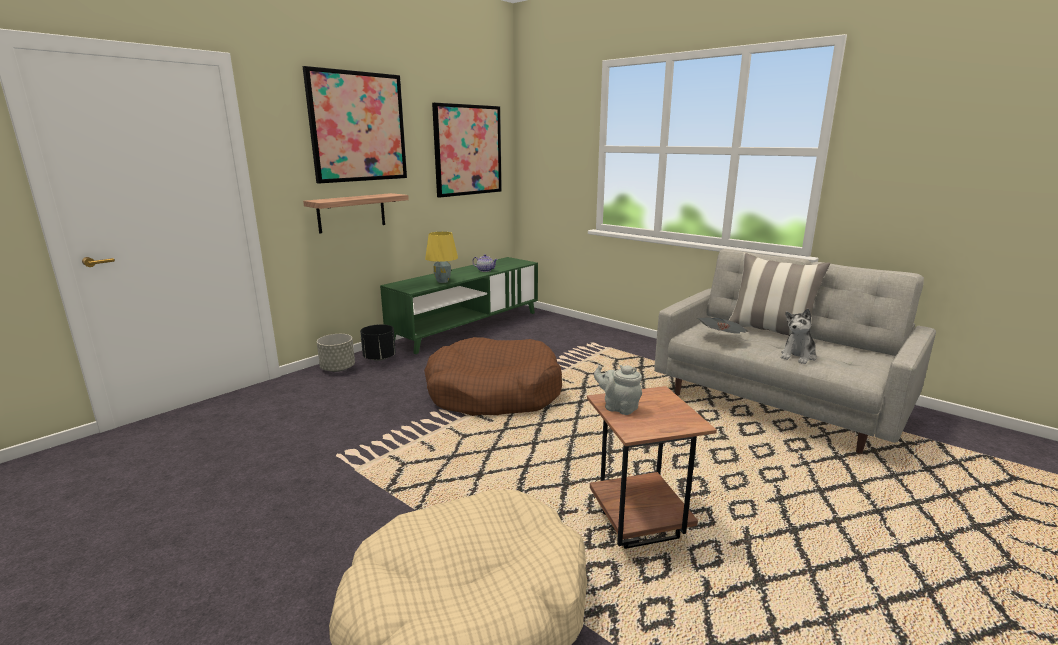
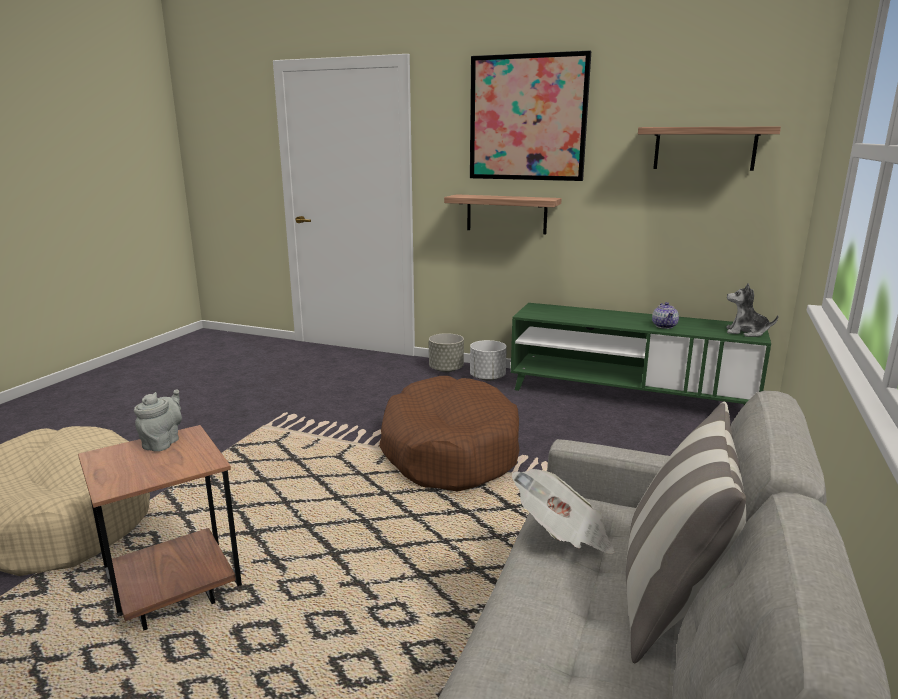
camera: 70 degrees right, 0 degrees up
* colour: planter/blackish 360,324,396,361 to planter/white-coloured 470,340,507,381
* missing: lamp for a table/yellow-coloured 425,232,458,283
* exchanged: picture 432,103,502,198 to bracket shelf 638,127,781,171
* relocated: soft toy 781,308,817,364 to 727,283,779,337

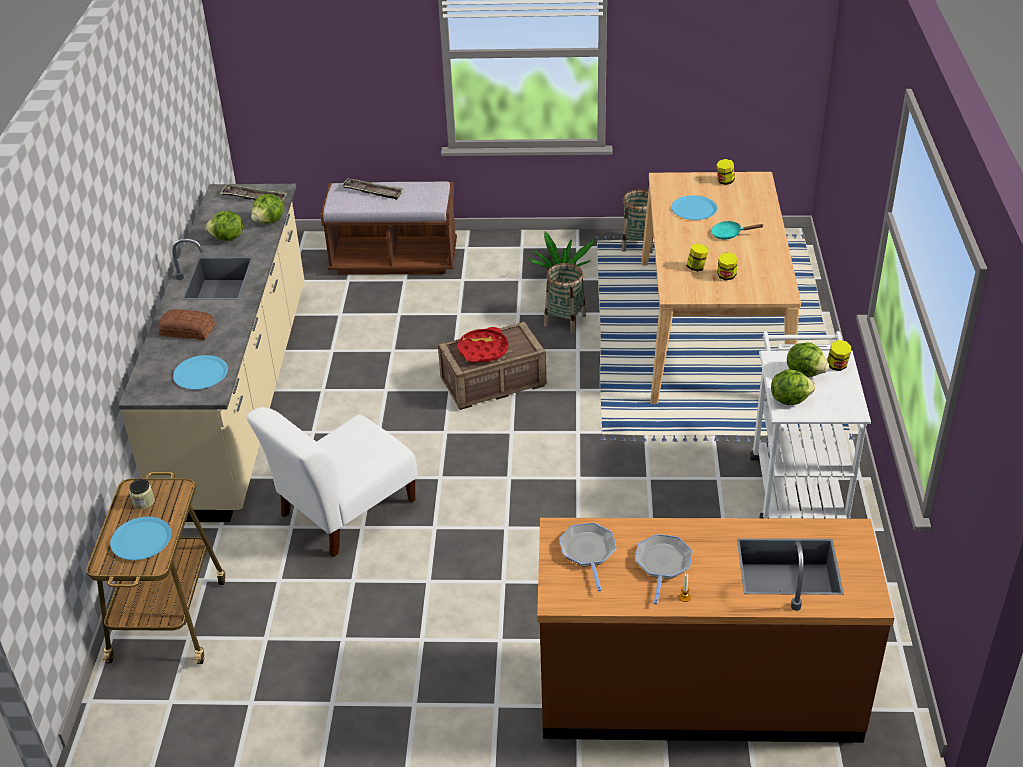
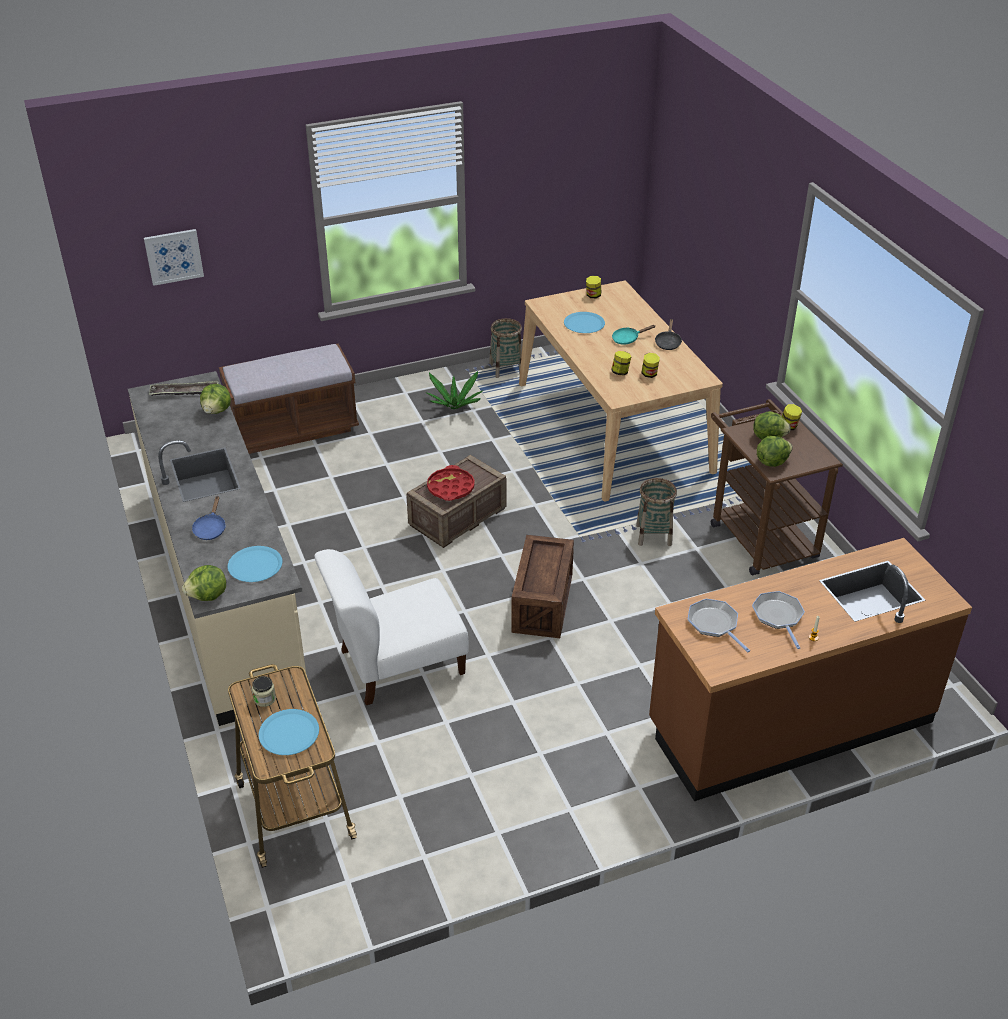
camera: 25 degrees left, 0 degrees up
* exchanged: baked bread 158,309,215,340 to pan/blue-coloured 192,496,226,540
* relocated: lettuce 206,211,243,241 to 182,565,226,601
* spun: plain chair/white-coloured 246,407,417,557 = 314,549,469,705 45 degrees clockwise
* missing: tray 341,178,403,200
* relocated: basket 544,263,586,333 to 636,478,677,546
* colour: cart/white-coloured 750,331,871,519 to cart/brown 711,399,843,575
* appeared: picture 144,229,204,286
* appeared: packing crate 511,535,574,638
* appeared: pan/blackish 655,319,682,350

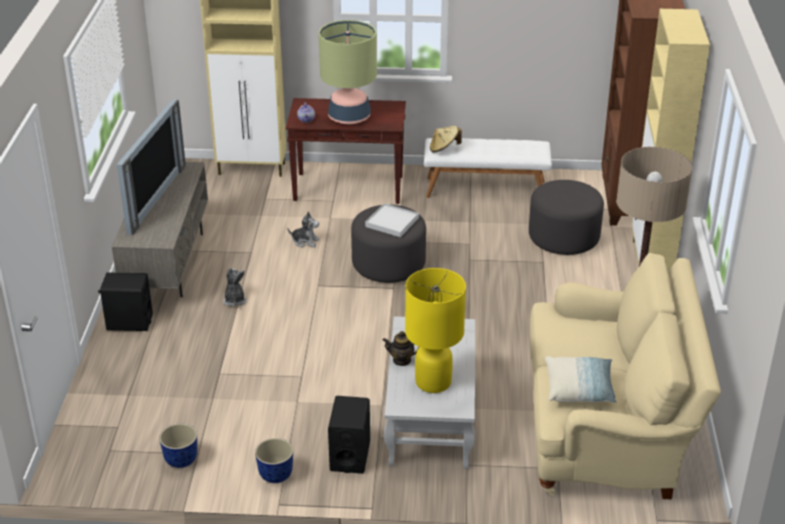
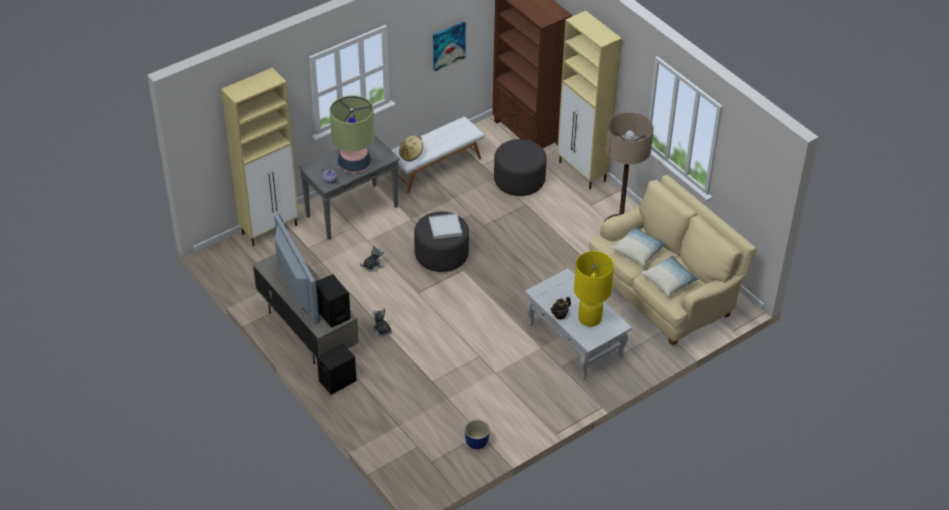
camera: 40 degrees left, 10 degrees up
* missing: planter 255,438,293,483
* colour: narrow table/brown 286,98,406,204 to narrow table/grey 298,135,400,240
* relocated: audio speaker/blackish 328,396,370,474 to 316,274,351,328
* appeared: picture 433,22,466,71
* appeared: cushion 610,226,666,266

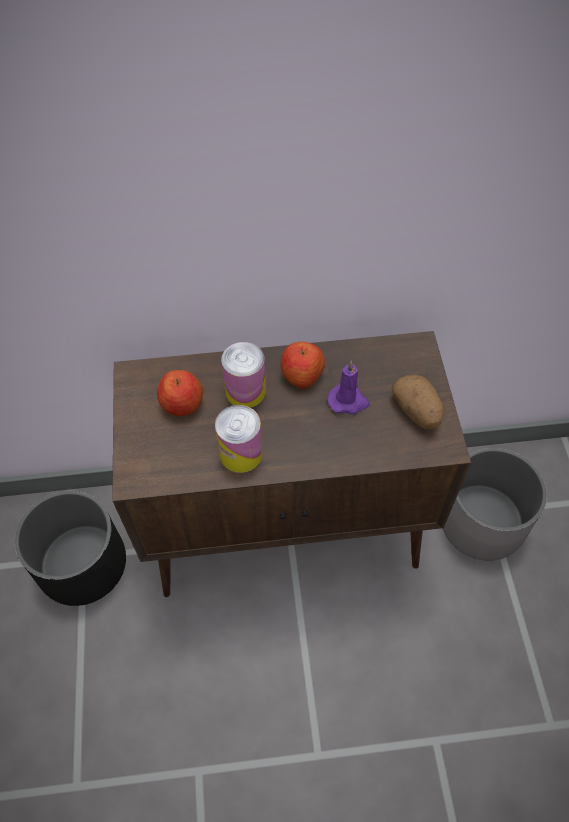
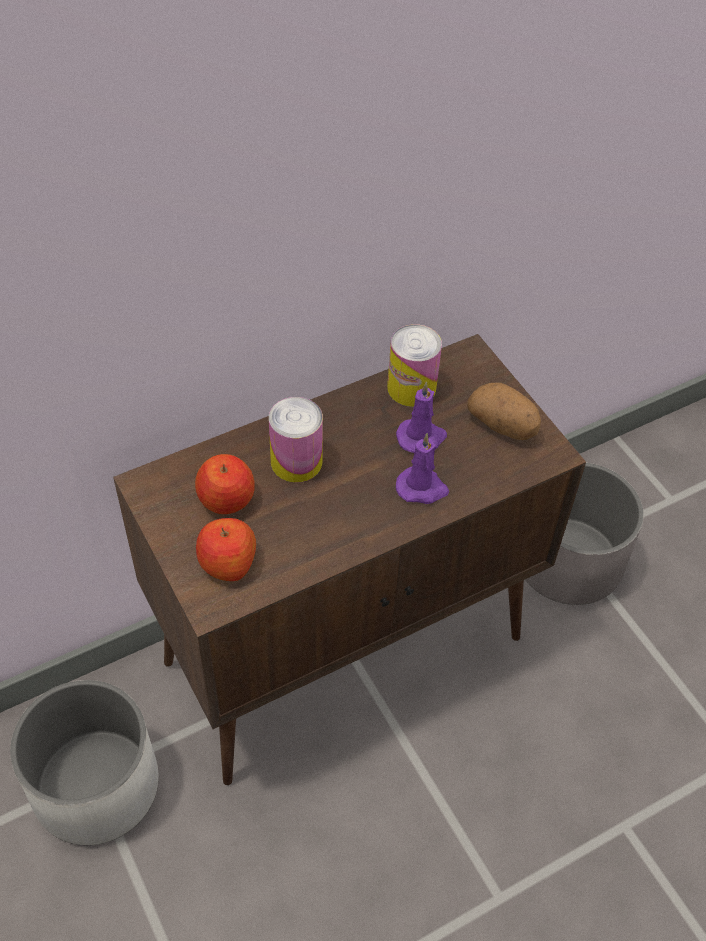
camera: 25 degrees left, 5 degrees down
* colour: planter/blackish 15,491,126,606 to planter/white-coloured 10,680,158,845
* relocated: can 215,405,263,473 to 387,324,442,407
* relocated: whole apple 280,342,325,388 to 196,518,256,581
* appeared: candle/purplish 396,433,449,504

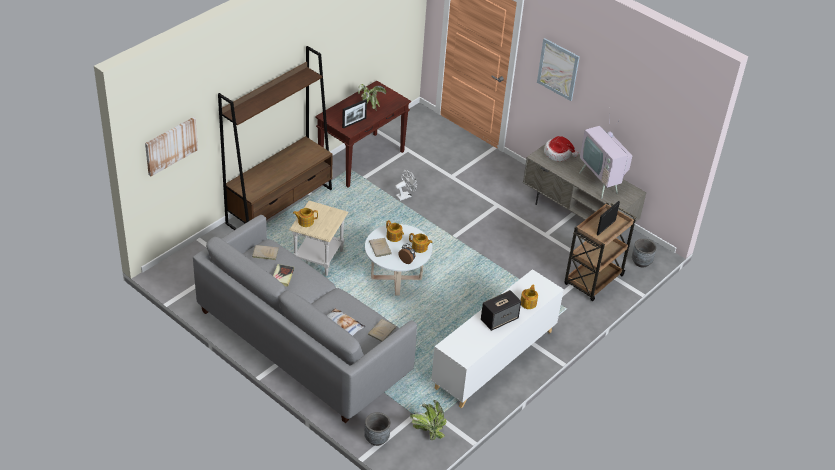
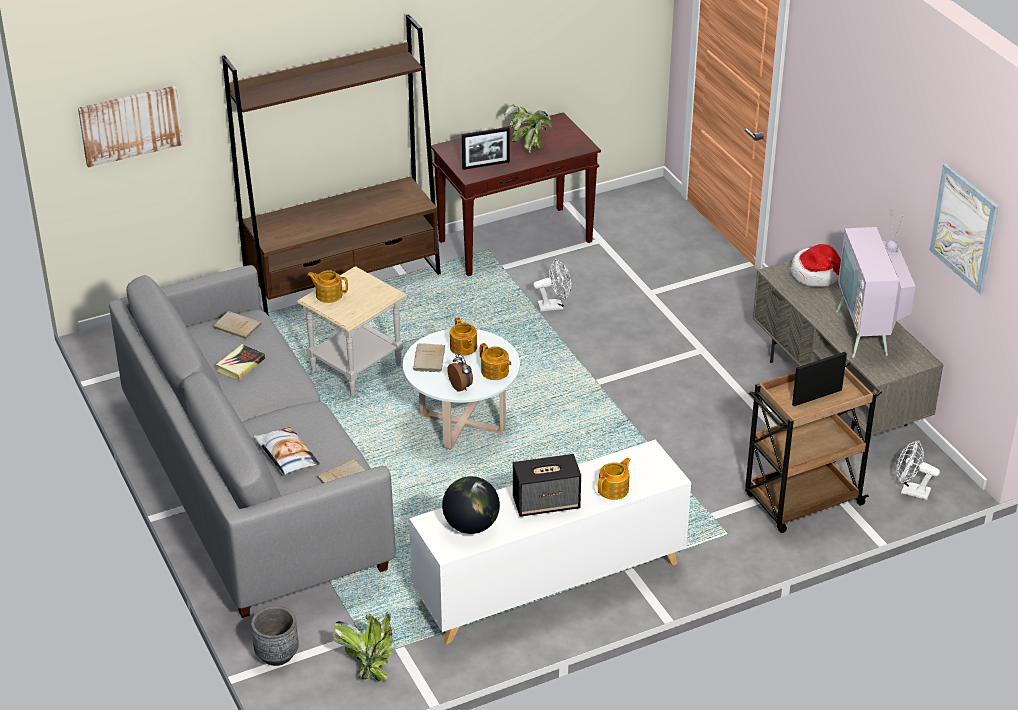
camera: 25 degrees right, 5 degrees down
* relocated: picture 537,38,580,101 to 929,164,999,294
* exchanged: planter/grey 632,239,656,268 to electric fan/white-coloured 896,440,940,500
* appeared: desk globe 442,476,500,534

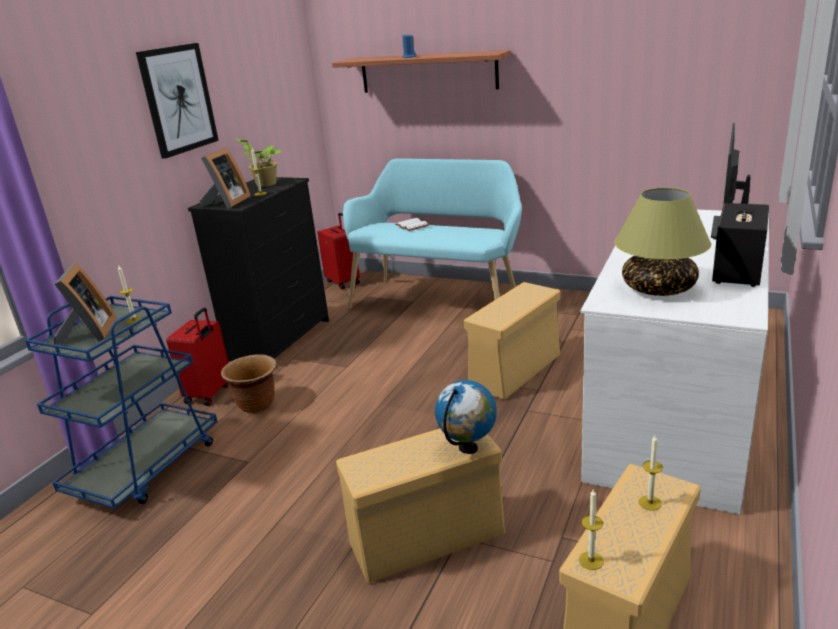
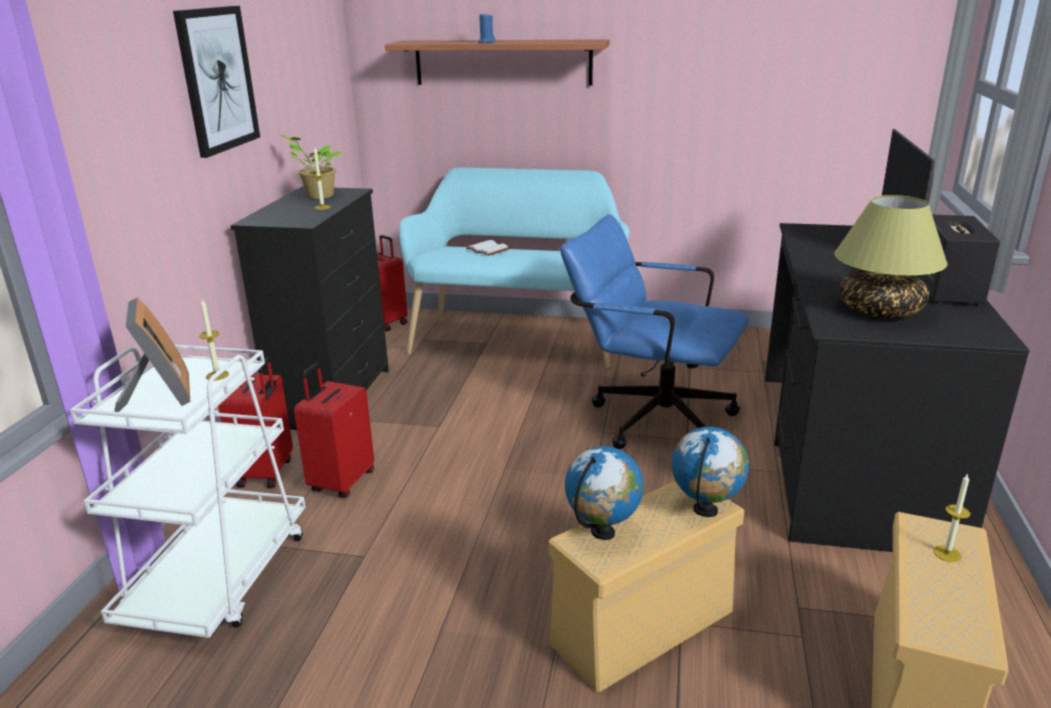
camera: 15 degrees left, 0 degrees up
* colour: cart/blue-coloured 25,296,218,509 to cart/white-coloured 70,344,306,638
* missing: photo frame 200,148,251,209
* exchanged: planter/brown 221,354,276,413 to travel case/red 294,363,374,498
* exchanged: storage container/beige-coloured 464,282,561,400 to desk chair/blue-coloured 560,214,749,450
* missing: candle 579,488,604,570
* colour: desk unit/white-coloured 580,210,769,515 to desk unit/blackish 765,223,1030,552
* appeared: desk globe 565,446,644,540

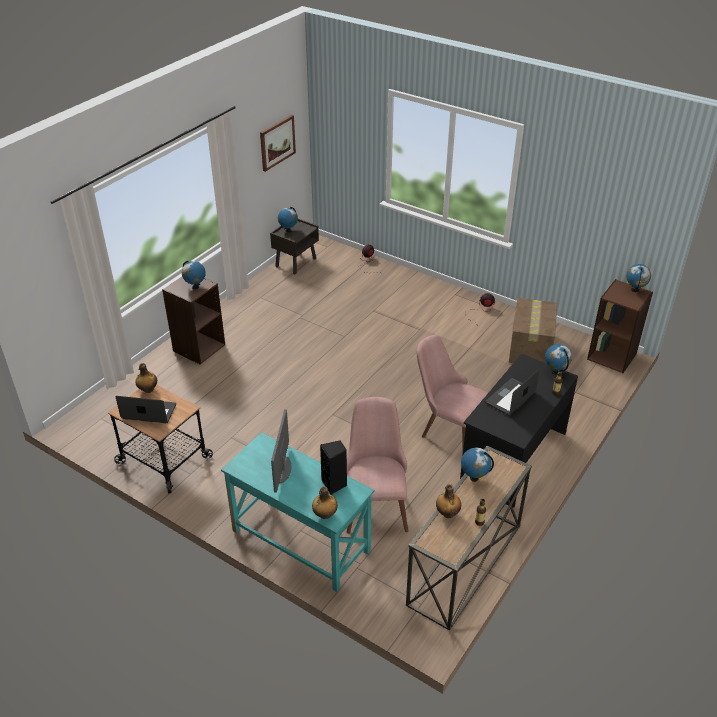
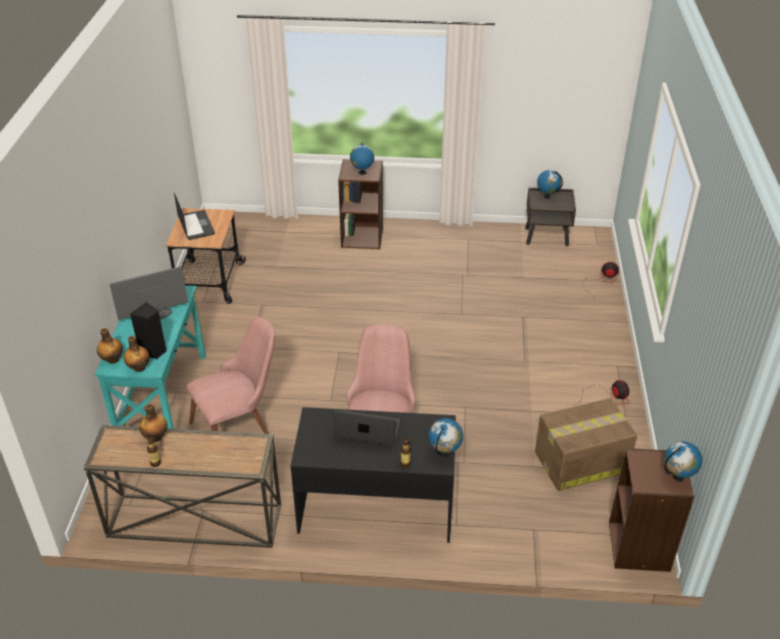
camera: 60 degrees right, 0 degrees up
* relocated: beverage bottle 135,363,157,393 to 124,336,150,372
* missing: picture 260,115,296,172
* missing: desk globe 461,448,494,482

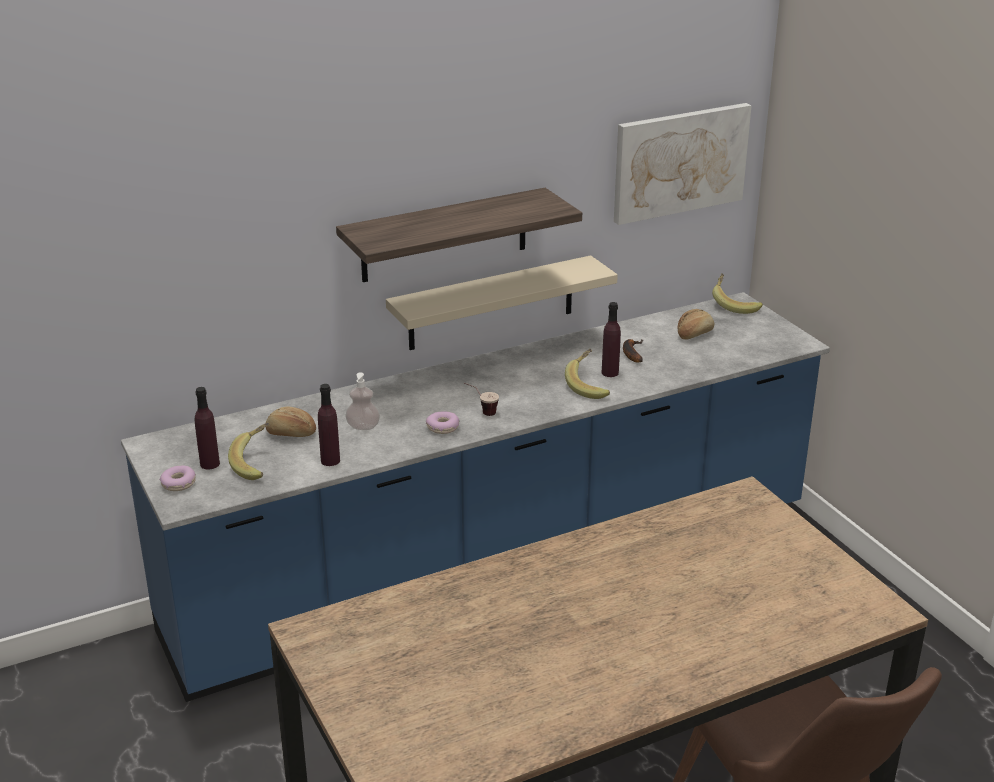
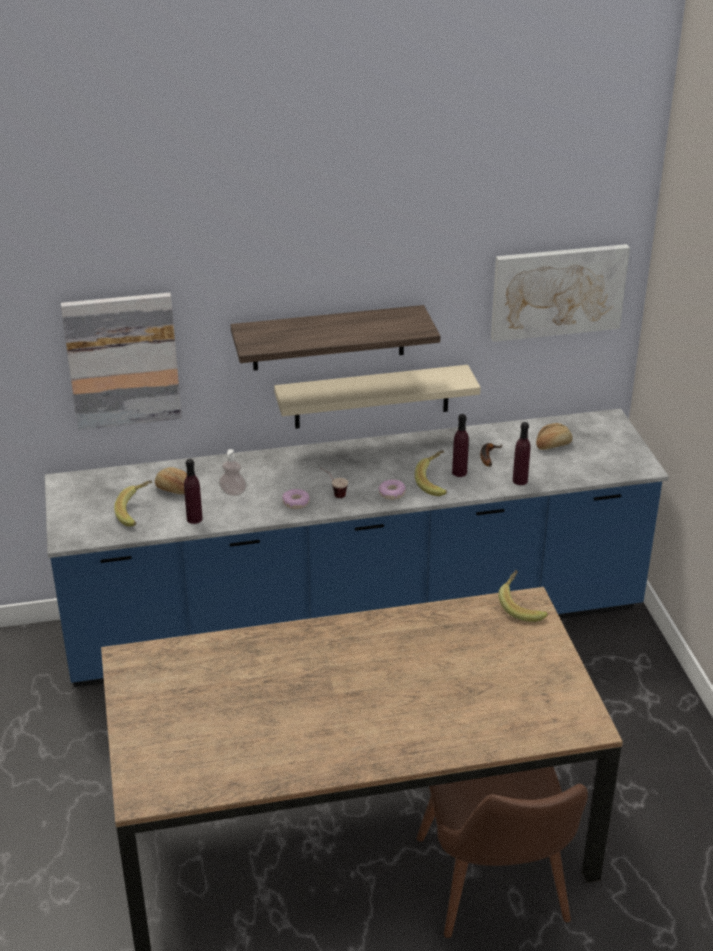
camera: 15 degrees right, 5 degrees up
* relocated: doughnut 160,465,196,491 to 378,480,406,500
* relocated: beverage bottle/purplish 195,387,220,469 to 513,422,531,485
* relocated: banana 712,273,763,314 to 498,570,548,622
* appeared: picture 61,293,182,430

